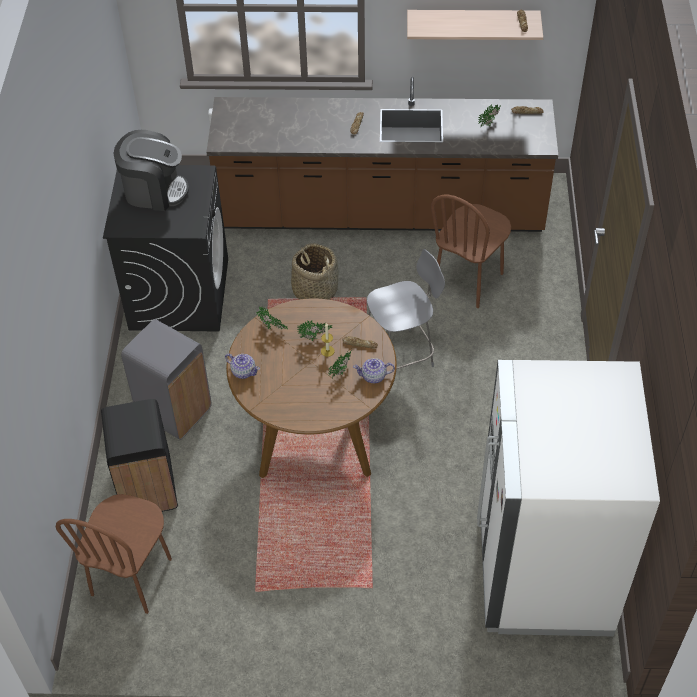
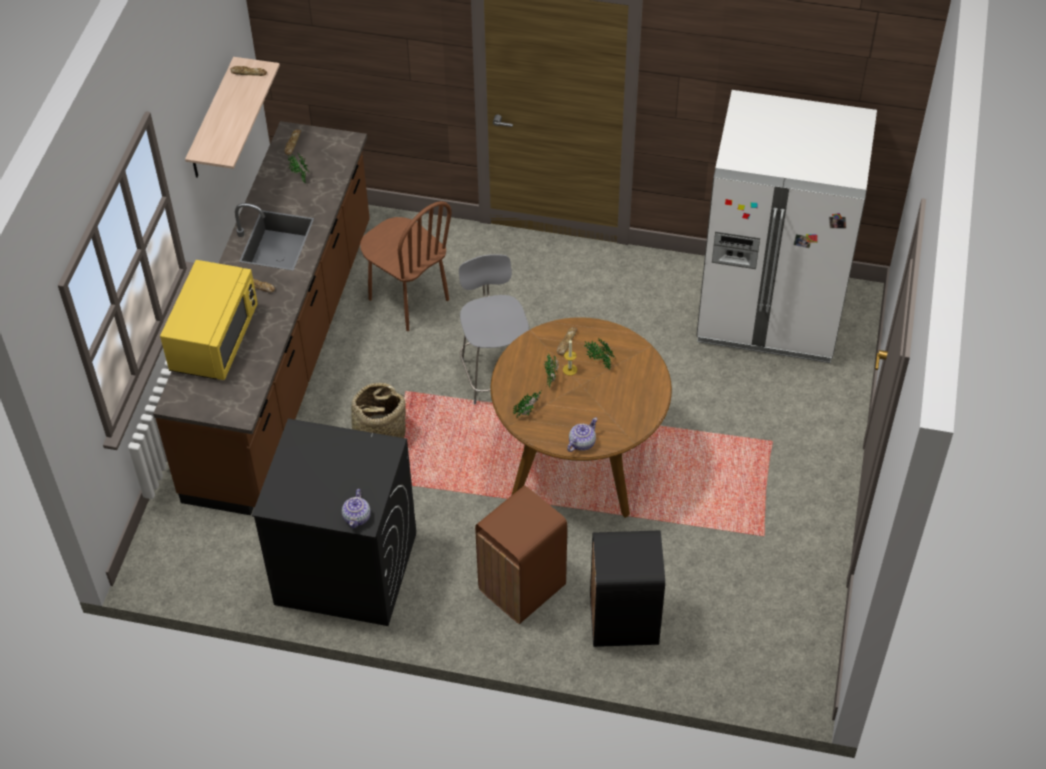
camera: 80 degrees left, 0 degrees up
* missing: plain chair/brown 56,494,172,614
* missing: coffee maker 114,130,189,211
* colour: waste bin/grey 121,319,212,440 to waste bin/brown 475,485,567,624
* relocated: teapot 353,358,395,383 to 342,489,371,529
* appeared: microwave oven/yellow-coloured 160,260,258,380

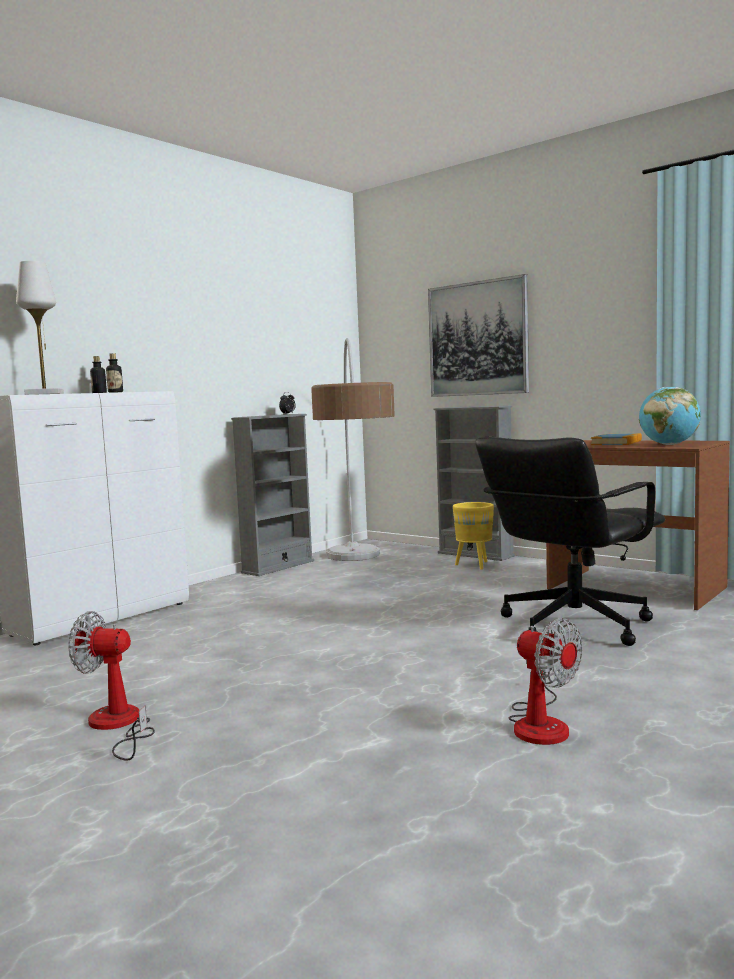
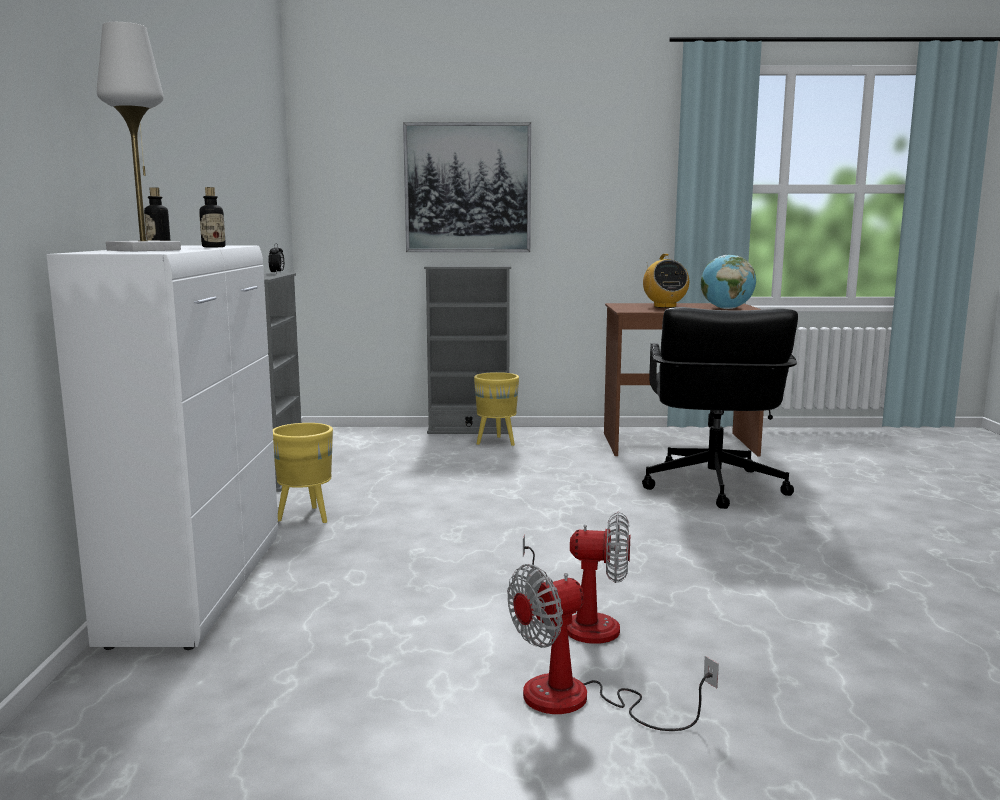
camera: 40 degrees left, 5 degrees up
* missing: standard lamp 311,338,395,561
* relocated: electric fan 509,618,583,745 to 523,512,630,644
* exchanged: volume 591,433,642,445 to radio receiver 643,254,689,308
* appeared: planter/yellow-coloured 273,423,333,523

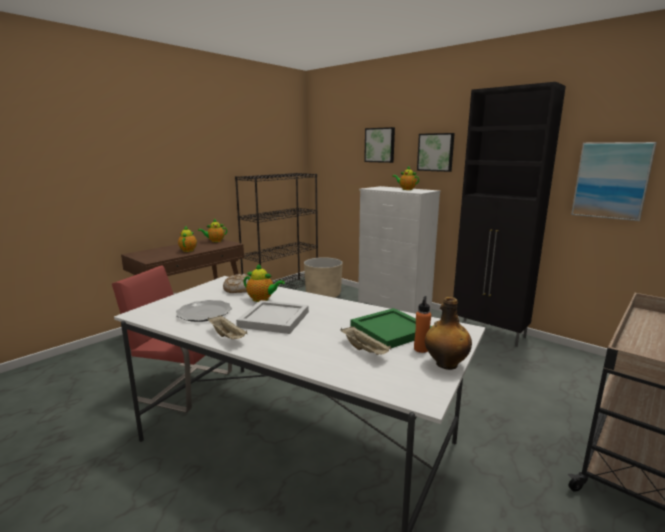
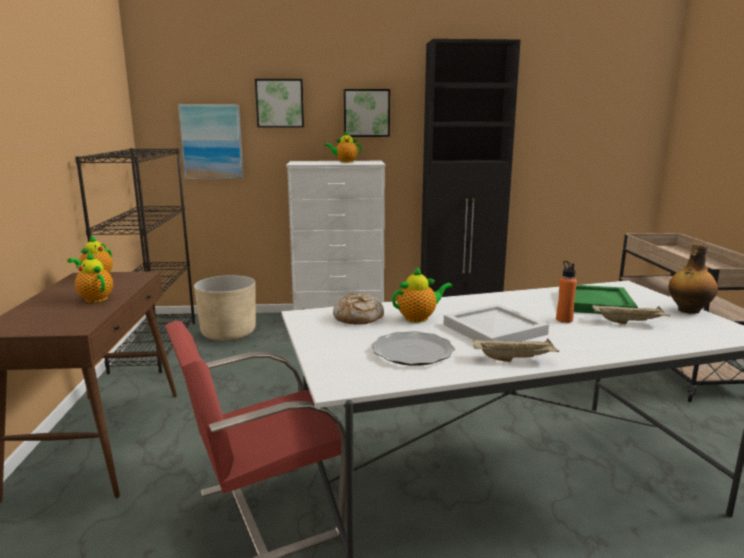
camera: 45 degrees left, 0 degrees up
* relocated: beverage bottle/orangey 414,296,431,353 to 556,261,577,323
* relocated: picture 571,142,657,221 to 178,104,244,179

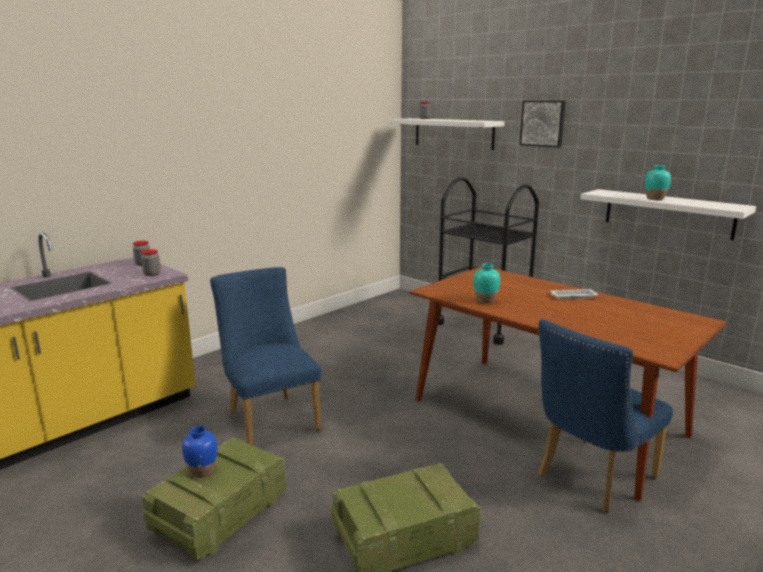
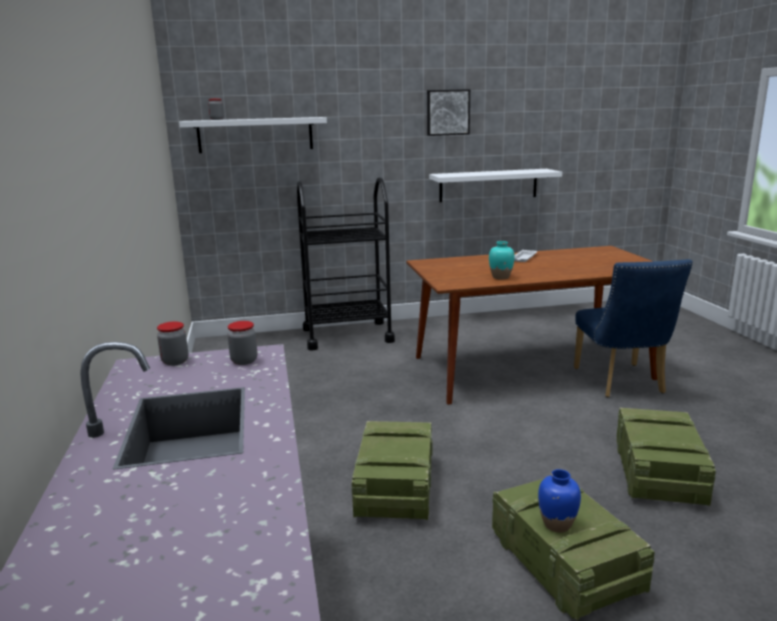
camera: 55 degrees left, 0 degrees up
* exchanged: plain chair/blue-coloured 210,267,321,446 to packing crate 352,421,432,520
* relocated: picture 520,100,566,148 to 427,89,470,136
* missing: decorative vase/turquoise-coloured 645,165,671,200

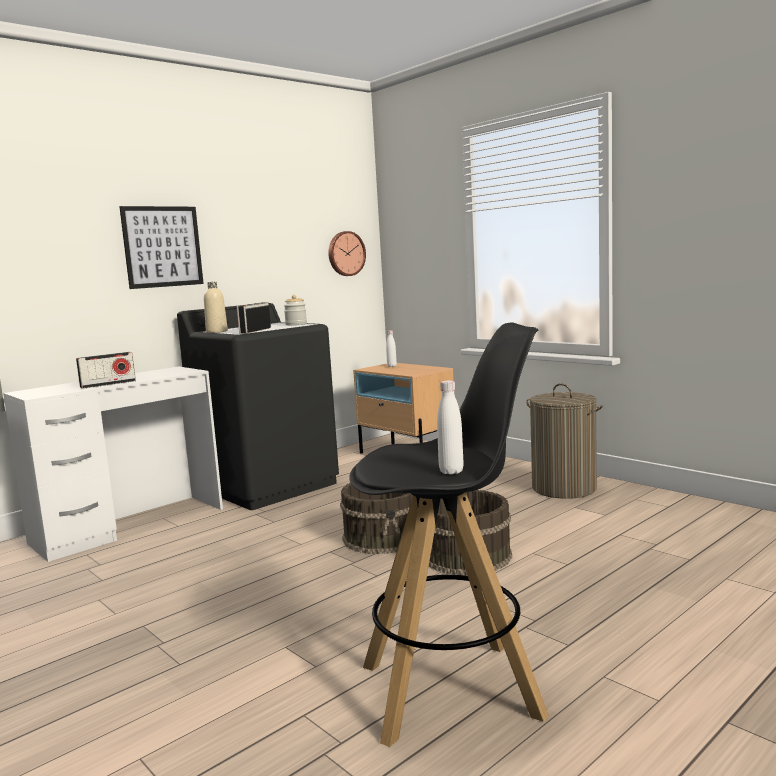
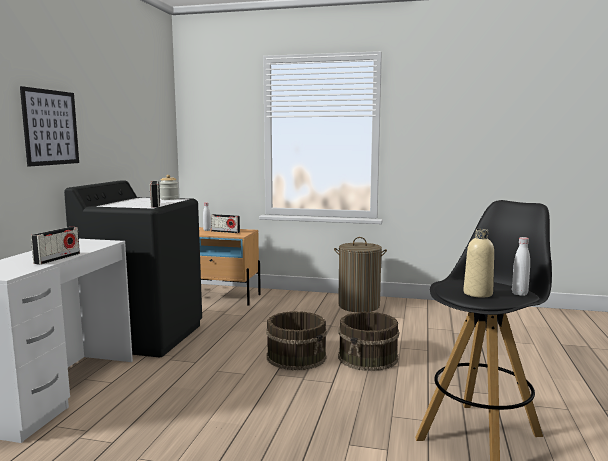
camera: 35 degrees left, 0 degrees up
* relocated: beverage bottle/beige-coloured 204,282,228,333 to 463,229,494,298
* missing: wall clock 328,231,366,276
* appeared: radio receiver 211,214,240,233

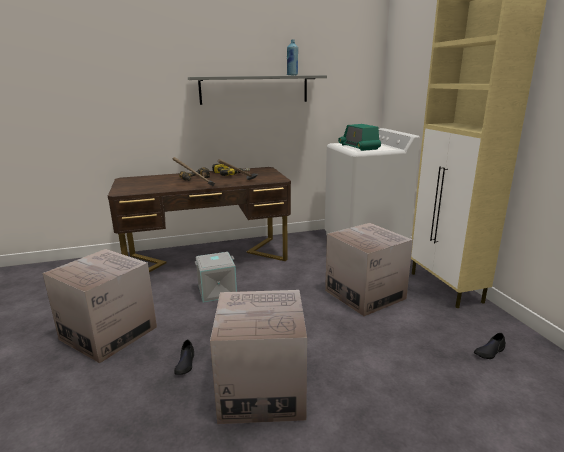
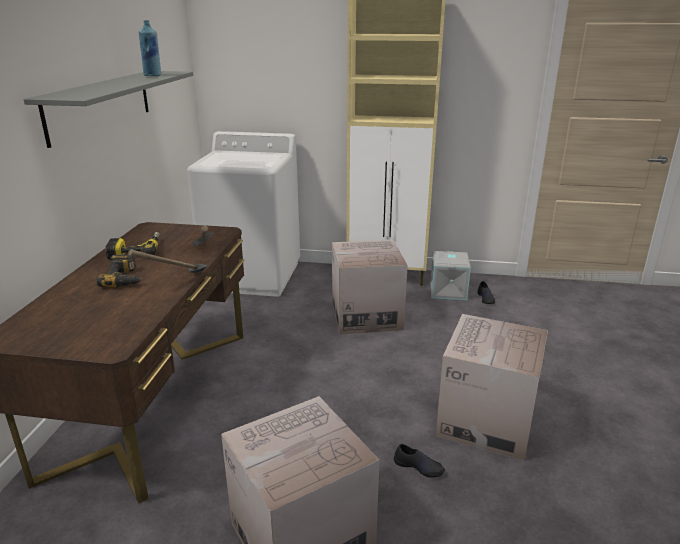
camera: 65 degrees left, 5 degrees up
* relocated: storage container/grey 195,252,237,303 to 431,251,471,300
* missing: radio receiver 338,124,381,151

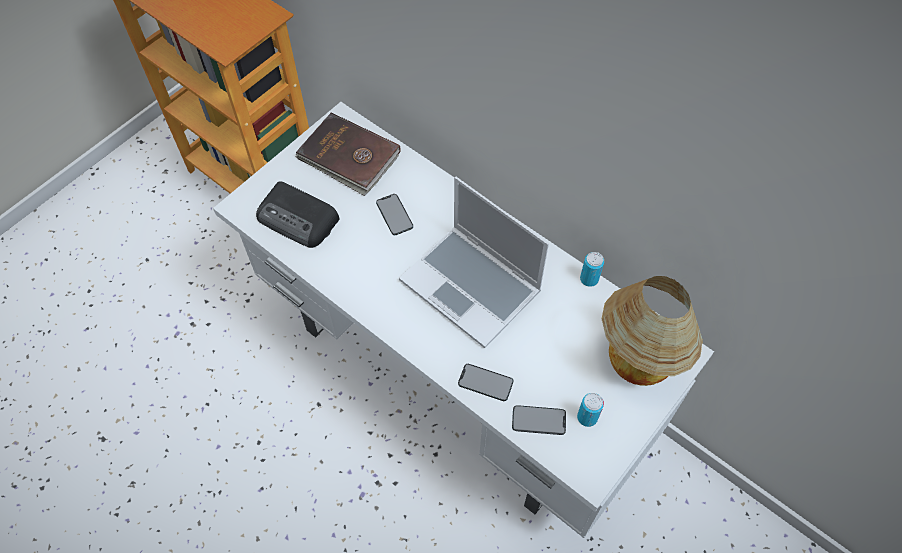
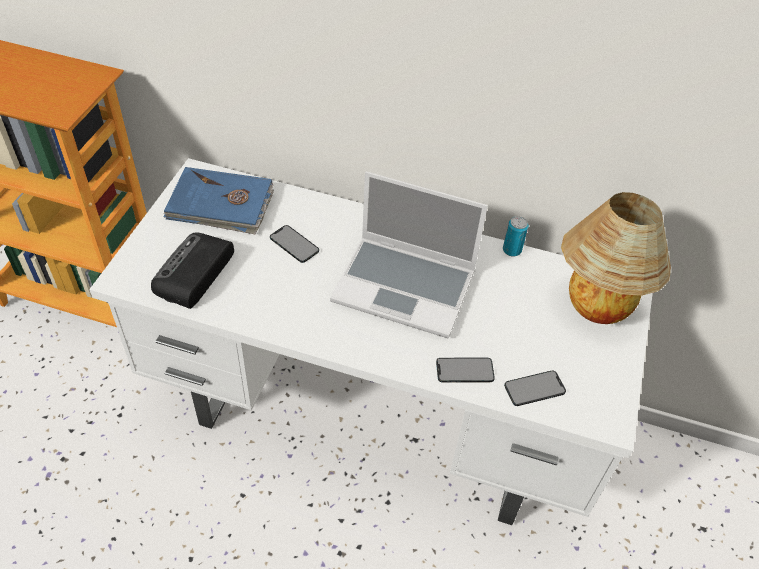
camera: 25 degrees left, 10 degrees down
* spun: radio receiver 256,182,340,248 = 151,232,234,309 105 degrees clockwise
* colour: volume/brown 295,113,401,196 to volume/blue-coloured 164,167,274,235
* missing: can 577,393,604,427

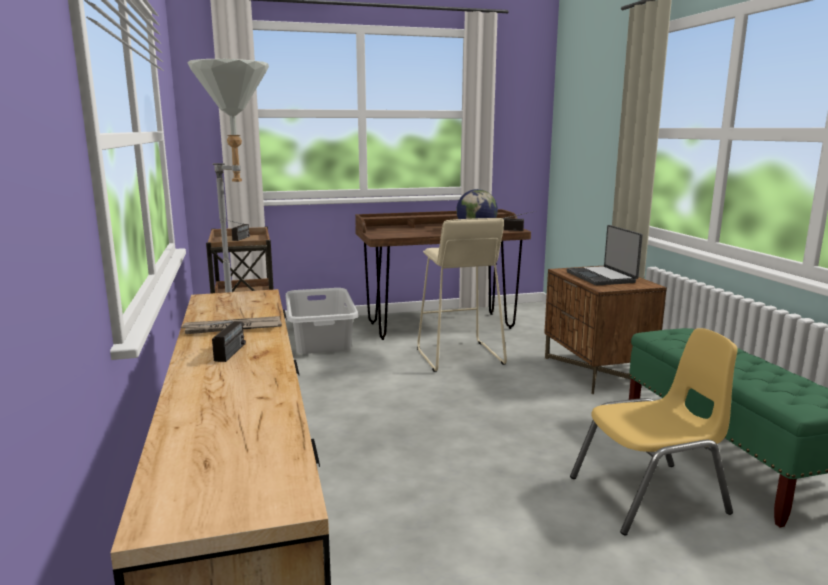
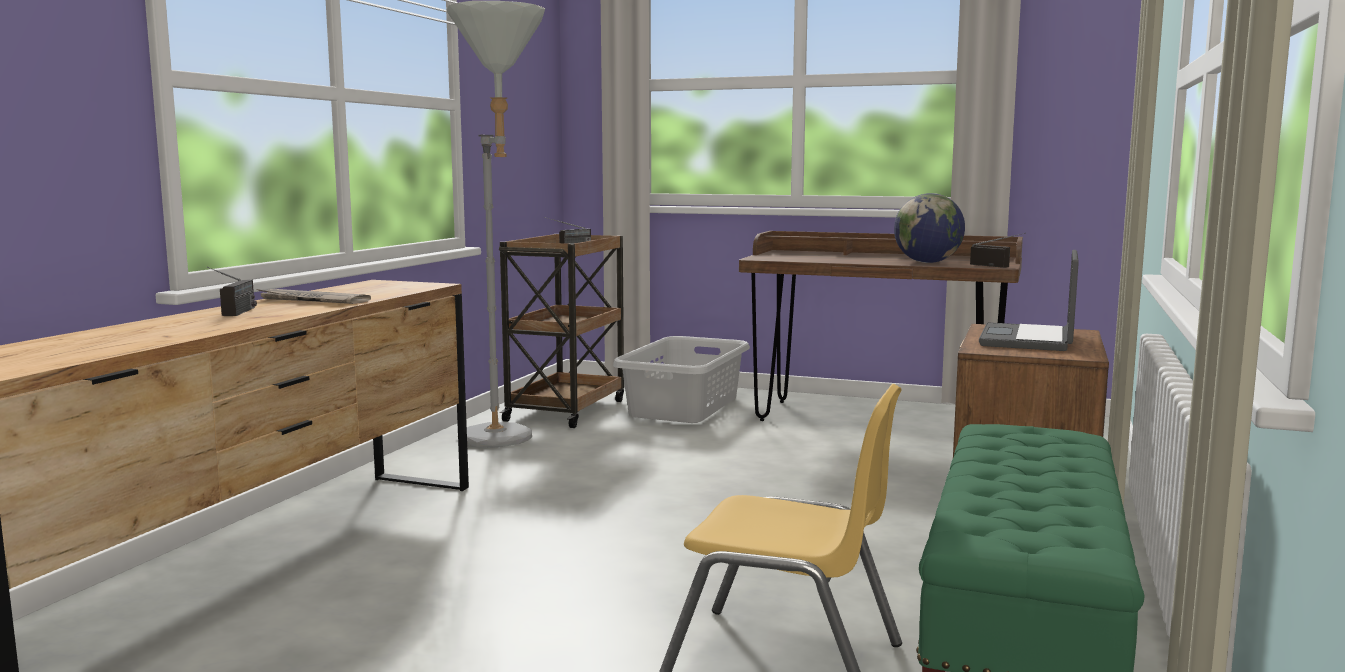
camera: 35 degrees right, 5 degrees down
* spun: radio receiver 199,321,246,362 = 207,267,257,316 45 degrees counterclockwise
* missing: stool/beige-coloured 417,218,507,372

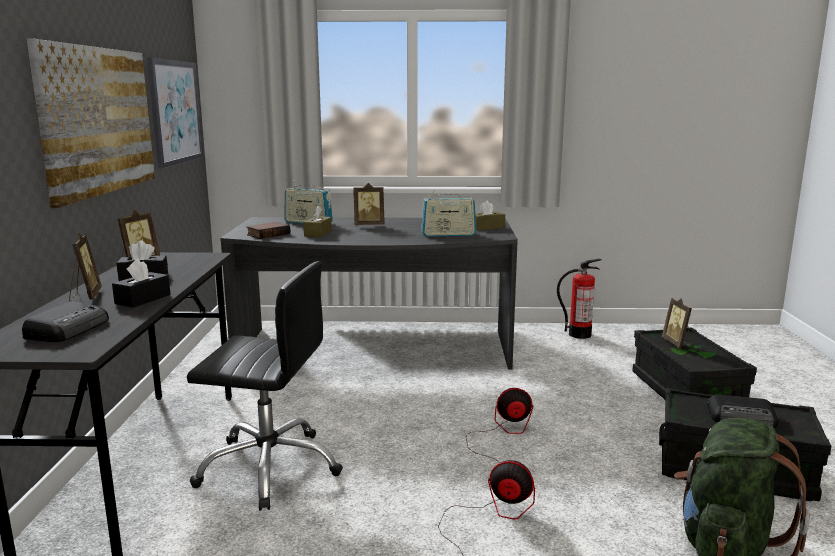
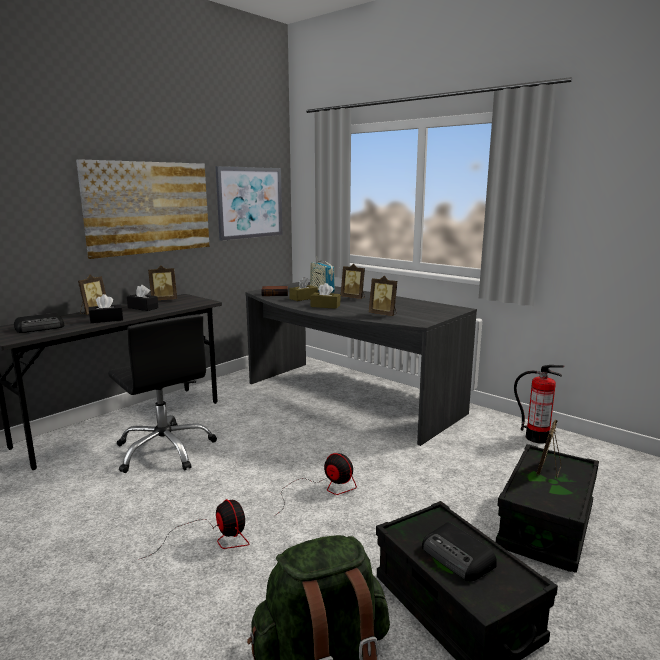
camera: 40 degrees right, 0 degrees up
* exchanged: radio receiver 421,190,476,237 to photo frame 369,276,397,316
* relocated: tissue box/brown 475,200,505,230 to 310,283,340,309

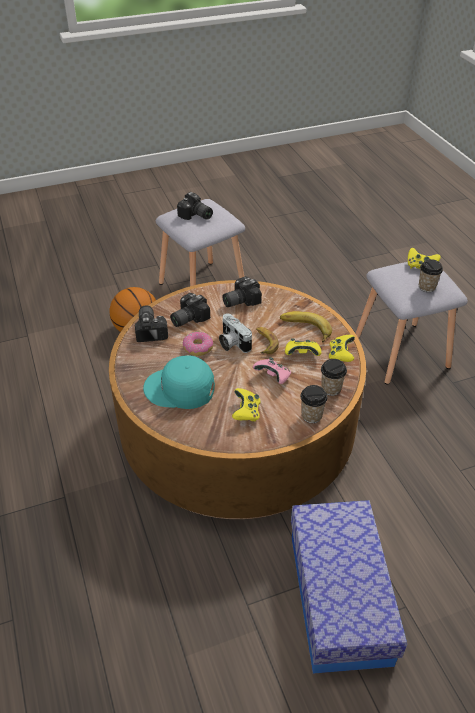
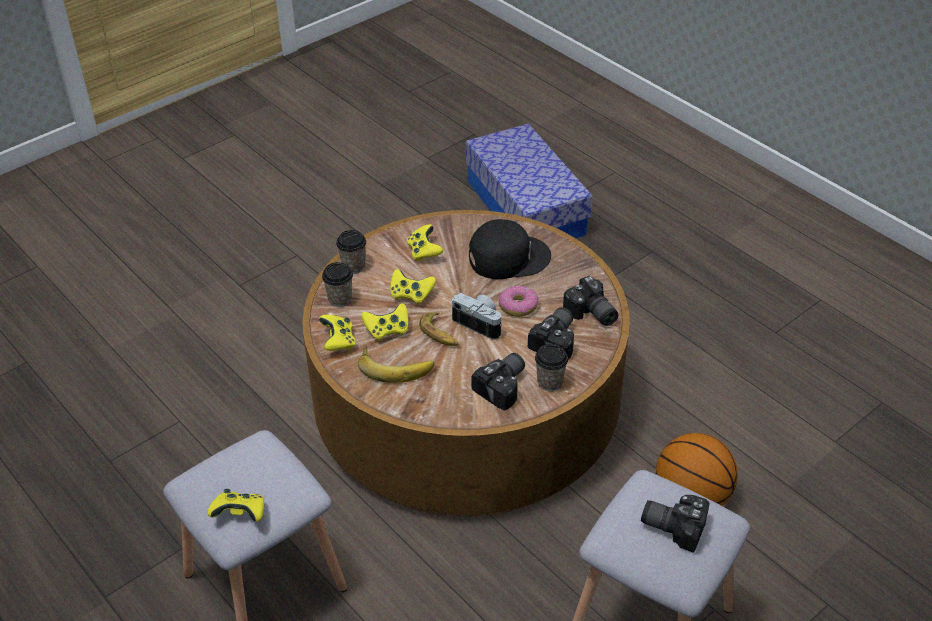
camera: 160 degrees right, 0 degrees up
* colour: cap/turquoise-coloured 143,355,215,409 to cap/blackish 469,219,551,279
* colour: joypad/pinkish 253,357,291,384 to joypad/yellow-coloured 390,269,436,305
* relocated: storage container 291,500,407,674 to 465,123,593,238
* relocated: small cup 419,259,443,292 to 535,344,568,391

